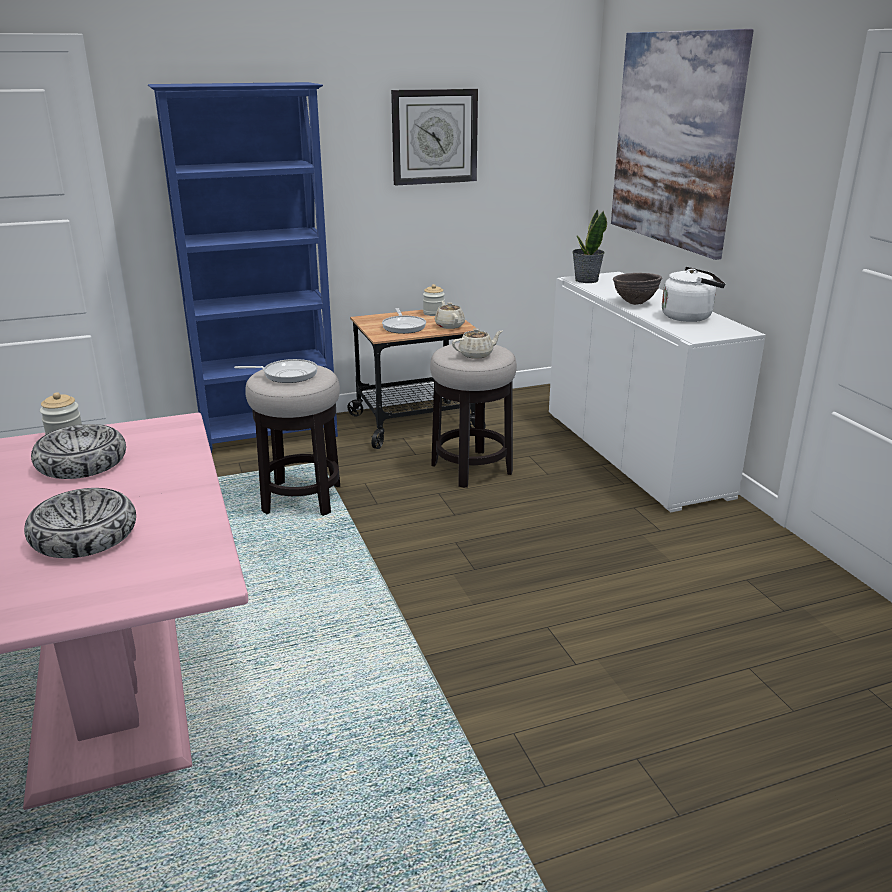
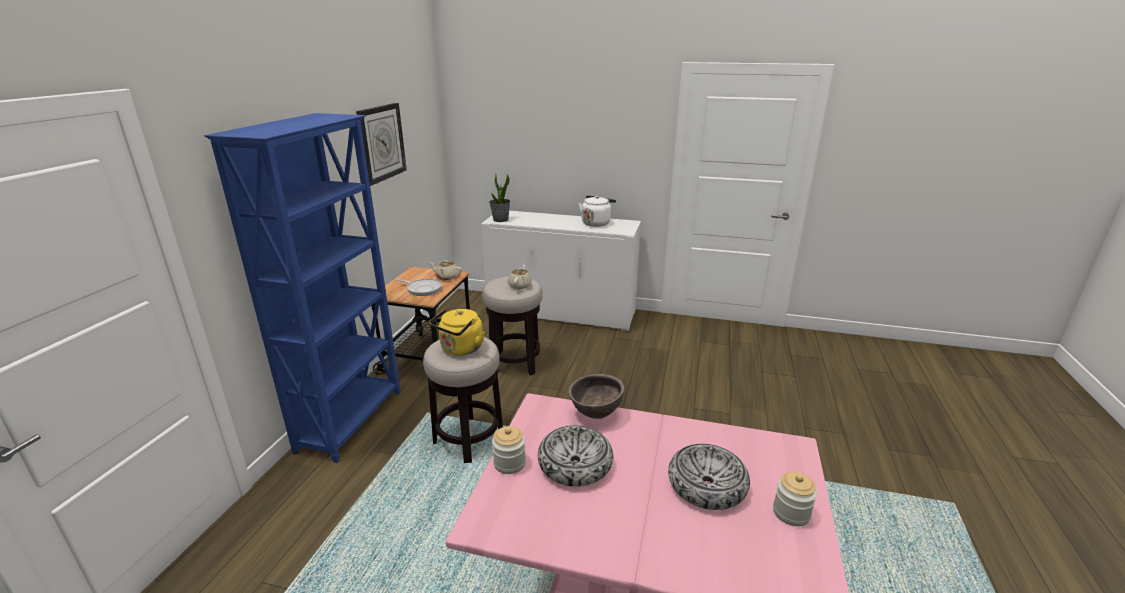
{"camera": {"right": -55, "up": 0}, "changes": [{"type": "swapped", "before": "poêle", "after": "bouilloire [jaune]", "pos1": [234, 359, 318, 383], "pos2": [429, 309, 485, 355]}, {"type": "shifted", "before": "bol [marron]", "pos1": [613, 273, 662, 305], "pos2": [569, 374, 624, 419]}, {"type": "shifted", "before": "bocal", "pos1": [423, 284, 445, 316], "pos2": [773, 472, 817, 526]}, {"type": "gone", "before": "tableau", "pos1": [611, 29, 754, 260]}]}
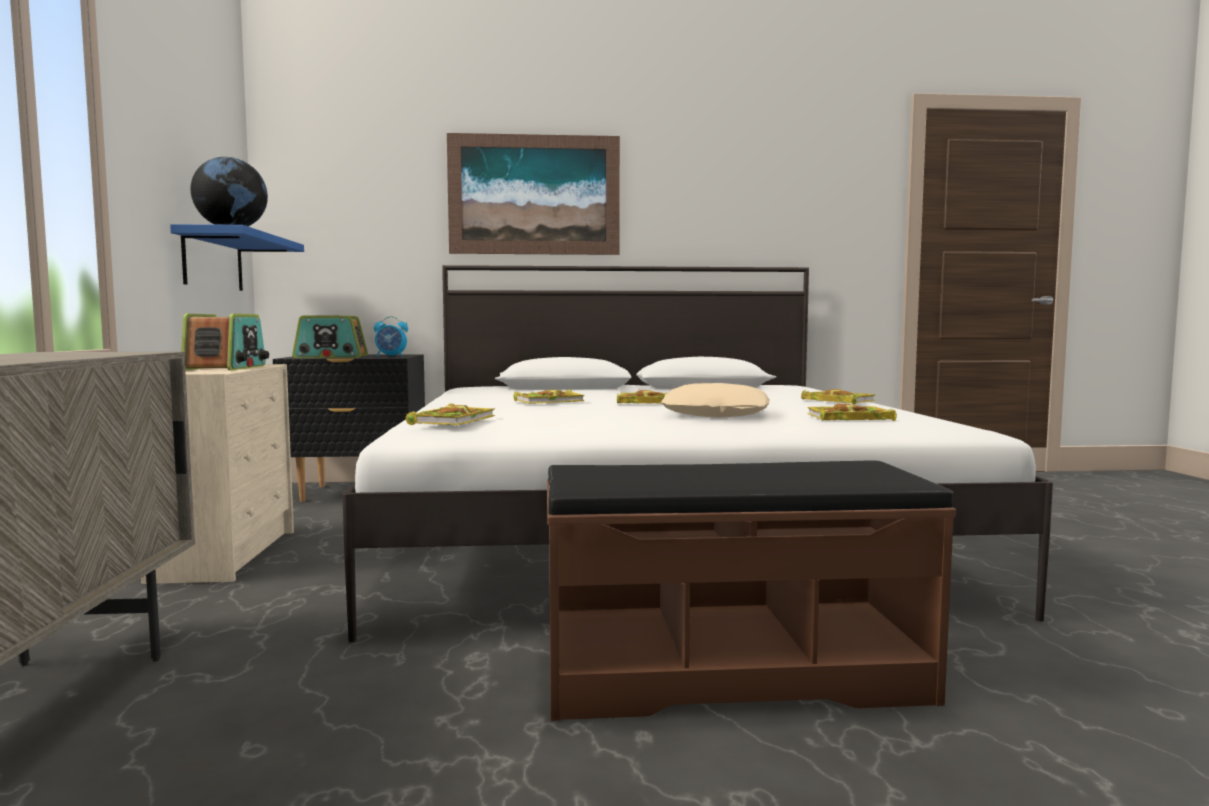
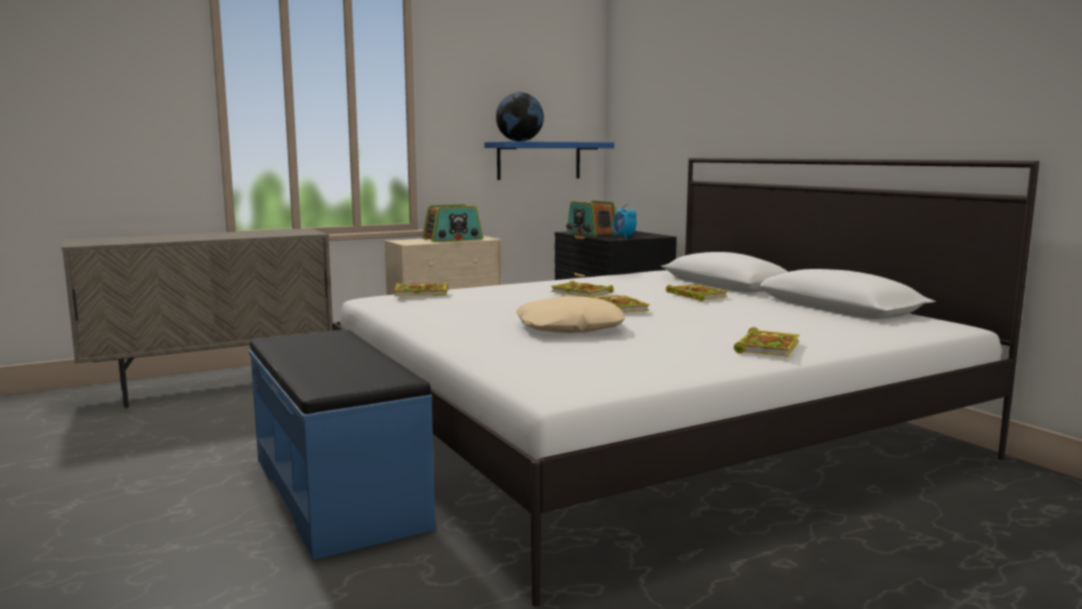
{"camera": {"right": 65, "up": 5}, "changes": [{"type": "repainted", "before": "banc [marron]", "after": "banc [bleu]", "pos1": [547, 460, 956, 721], "pos2": [249, 330, 435, 560]}, {"type": "shifted", "before": "livre", "pos1": [808, 404, 897, 421], "pos2": [666, 284, 728, 301]}, {"type": "gone", "before": "tableau", "pos1": [447, 133, 620, 255]}]}
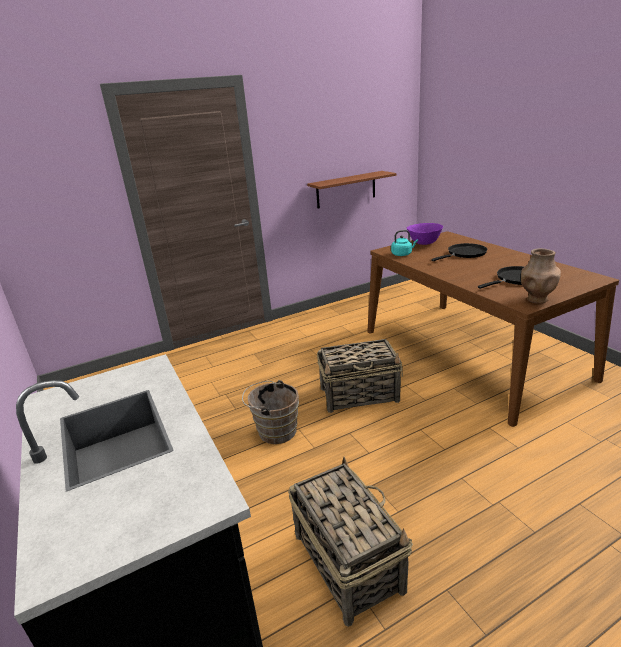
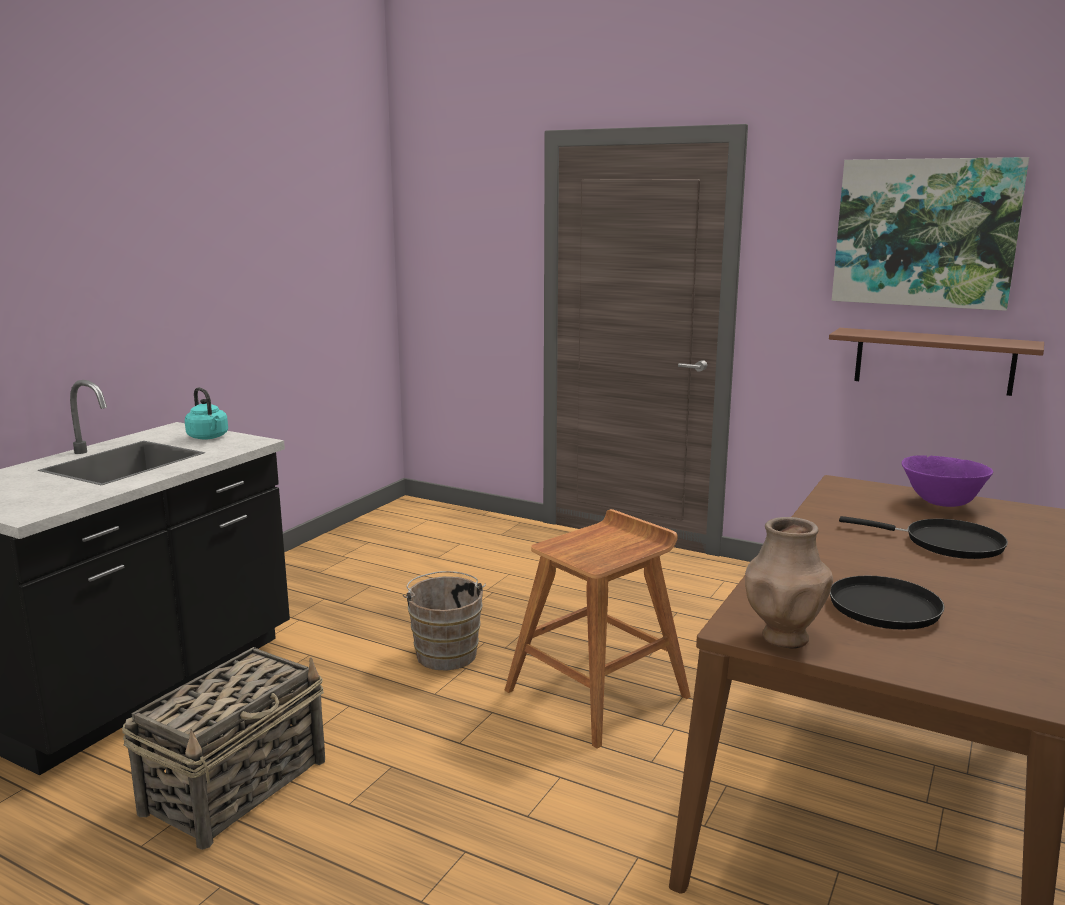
{"camera": {"right": 55, "up": -10}, "changes": [{"type": "shifted", "before": "bouilloire [turquoise]", "pos1": [391, 230, 418, 256], "pos2": [185, 387, 228, 440]}, {"type": "swapped", "before": "panier", "after": "tabouret [marron]", "pos1": [317, 339, 403, 413], "pos2": [504, 509, 691, 749]}, {"type": "new", "after": "tableau", "pos2": [832, 157, 1029, 311]}]}
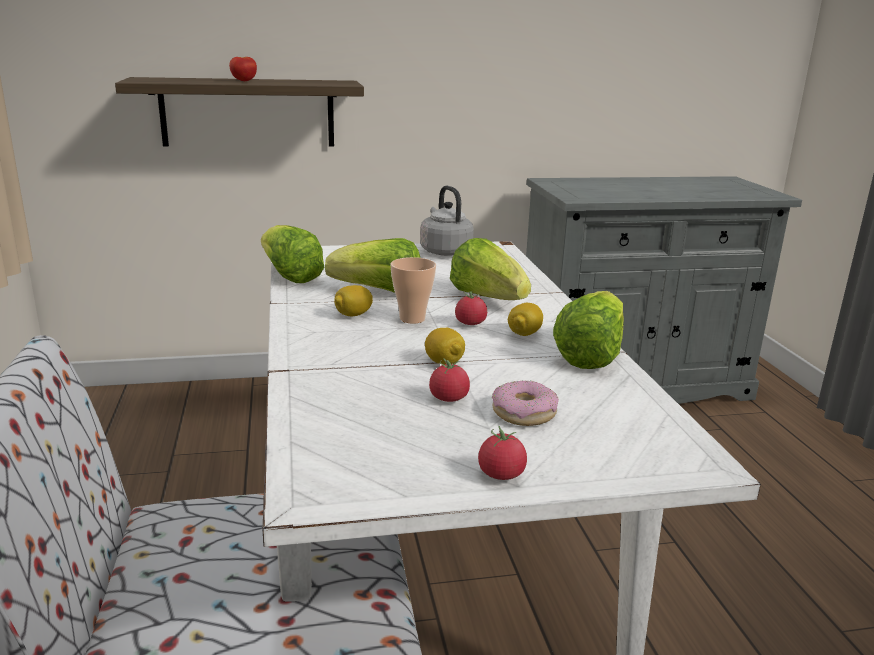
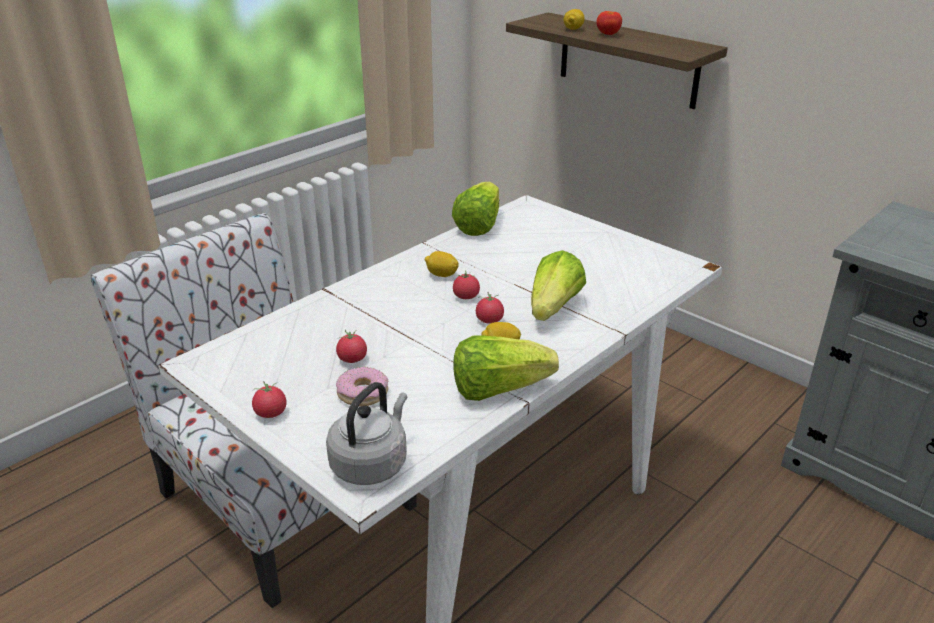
{"camera": {"right": 55, "up": 10}, "changes": [{"type": "shifted", "before": "bouilloire [gris]", "pos1": [420, 185, 474, 256], "pos2": [326, 382, 407, 485]}, {"type": "swapped", "before": "tasse", "after": "tomate", "pos1": [390, 257, 436, 324], "pos2": [453, 270, 480, 299]}, {"type": "shifted", "before": "citron", "pos1": [425, 328, 465, 365], "pos2": [564, 9, 585, 30]}, {"type": "gone", "before": "laitue", "pos1": [325, 238, 421, 293]}]}
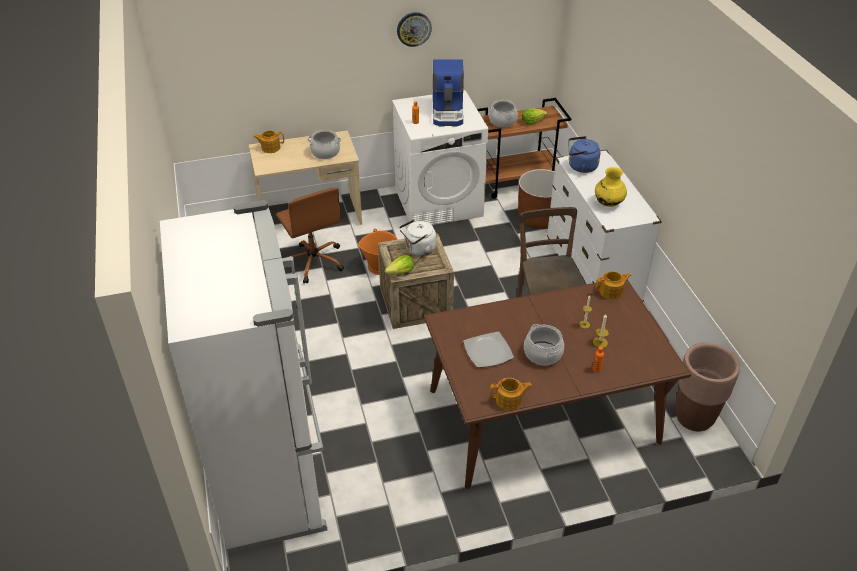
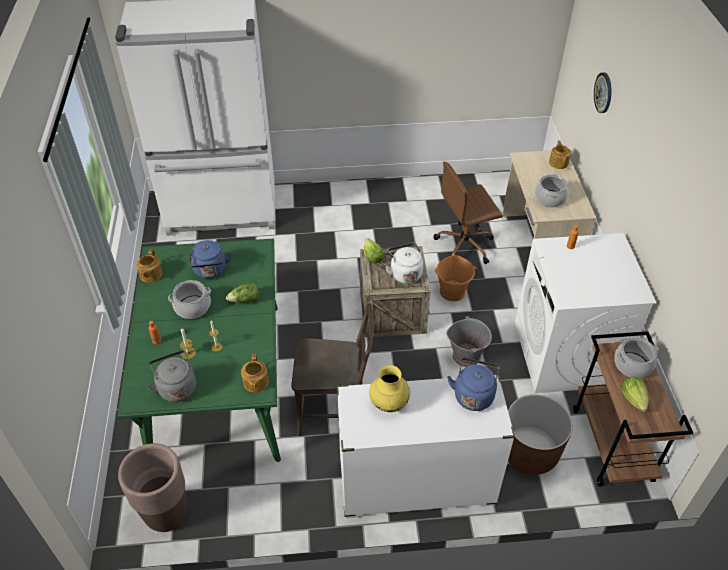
{"camera": {"right": 100, "up": 5}, "changes": [{"type": "repainted", "before": "table à manger [marron]", "after": "table à manger [vert]", "pos1": [424, 279, 691, 489], "pos2": [117, 239, 281, 462]}, {"type": "new", "after": "bouilloire [gris]", "pos2": [146, 350, 196, 402]}, {"type": "swapped", "before": "assiette", "after": "bouilloire [bleu]", "pos1": [463, 332, 514, 368], "pos2": [190, 240, 232, 279]}, {"type": "new", "after": "laitue", "pos2": [226, 282, 259, 303]}, {"type": "new", "after": "seau [gris]", "pos2": [446, 316, 492, 367]}, {"type": "shifted", "before": "horloge murale", "pos1": [397, 12, 432, 47], "pos2": [594, 72, 611, 113]}, {"type": "gone", "before": "machine à café", "pos1": [433, 59, 464, 126]}]}
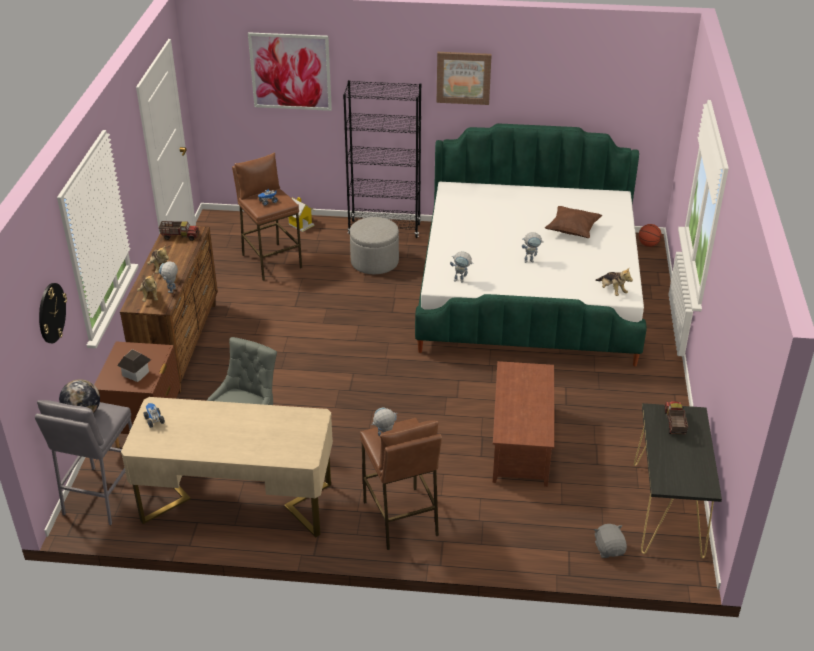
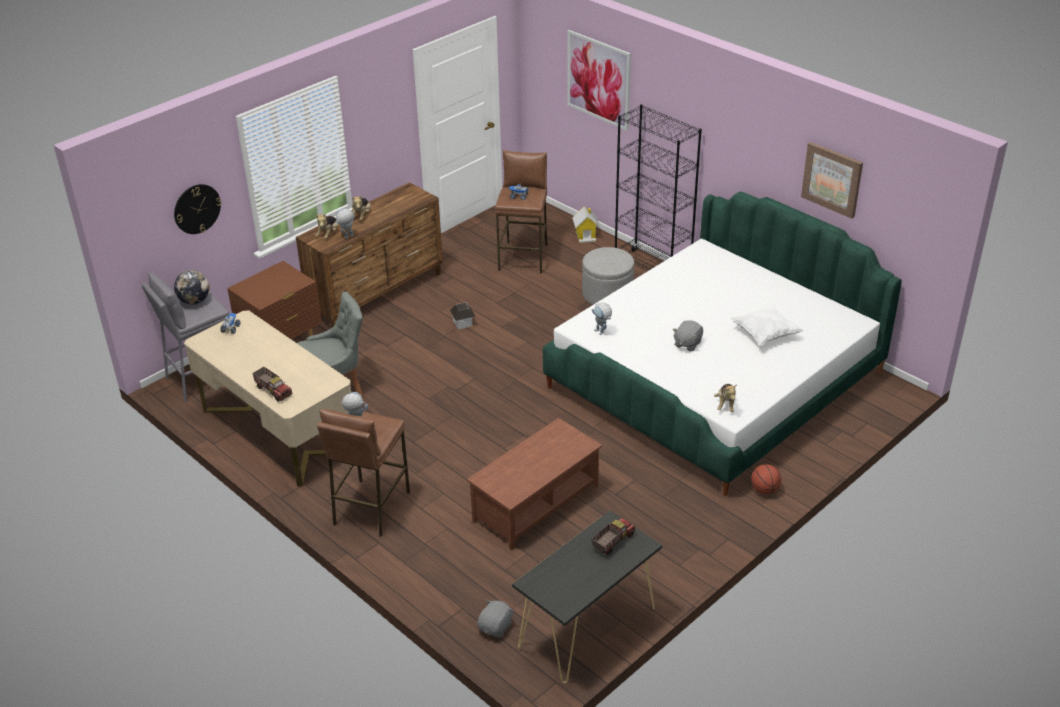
{"camera": {"right": 40, "up": 0}, "changes": [{"type": "shifted", "before": "camion jouet", "pos1": [159, 221, 199, 241], "pos2": [252, 367, 293, 402]}, {"type": "shifted", "before": "maison miniature", "pos1": [117, 349, 151, 382], "pos2": [450, 302, 475, 329]}, {"type": "swapped", "before": "robot jouet", "after": "peluche [gris]", "pos1": [522, 232, 544, 263], "pos2": [673, 320, 703, 351]}, {"type": "repainted", "before": "coussin [marron]", "after": "coussin [blanc]", "pos1": [545, 206, 602, 238], "pos2": [730, 304, 804, 346]}, {"type": "shifted", "before": "ballon de basket", "pos1": [638, 224, 662, 247], "pos2": [751, 464, 781, 494]}, {"type": "shifted", "before": "tableau", "pos1": [436, 52, 492, 105], "pos2": [801, 142, 863, 219]}]}
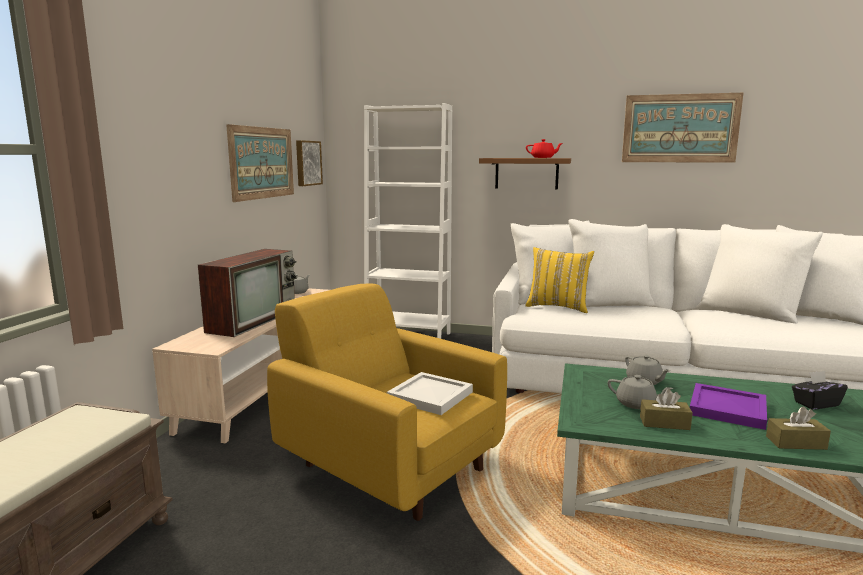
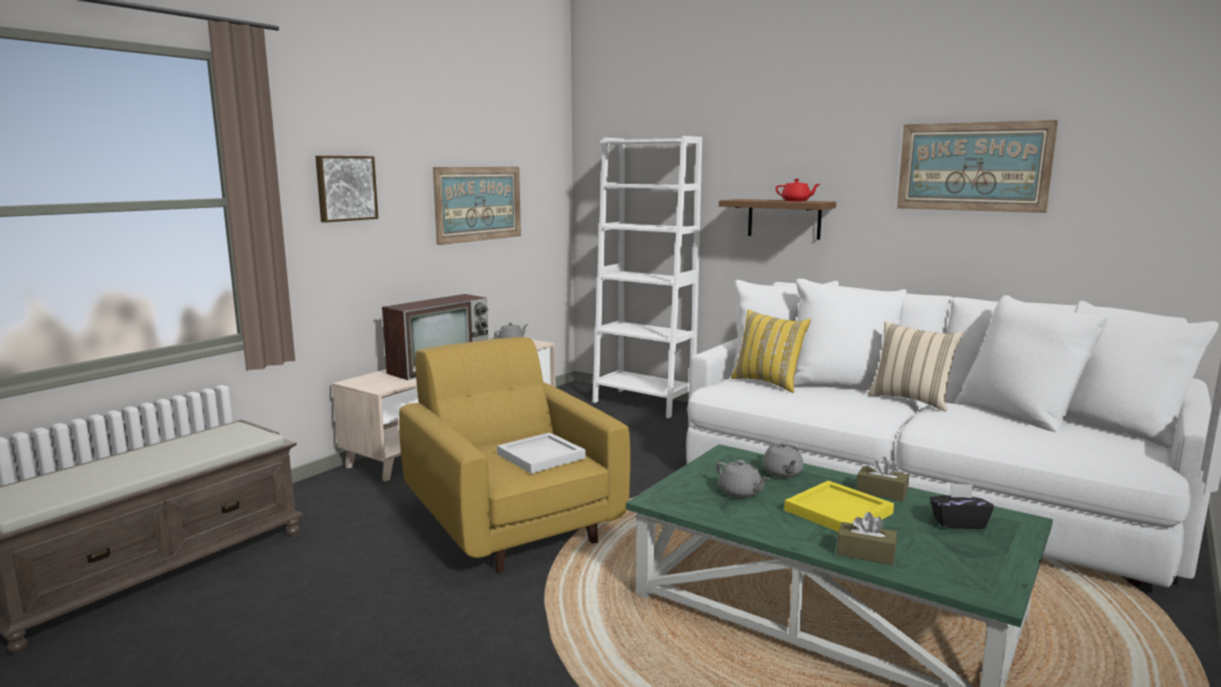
{"camera": {"right": 20, "up": 0}, "changes": [{"type": "shifted", "before": "tableau", "pos1": [296, 140, 323, 186], "pos2": [315, 156, 378, 222]}, {"type": "repainted", "before": "plateau [violet]", "after": "plateau [jaune]", "pos1": [690, 383, 767, 430], "pos2": [784, 481, 894, 532]}, {"type": "shifted", "before": "boîte à mouchoirs [marron]", "pos1": [640, 389, 693, 430], "pos2": [856, 457, 909, 501]}, {"type": "new", "after": "coussin [beige]", "pos2": [868, 321, 963, 412]}]}
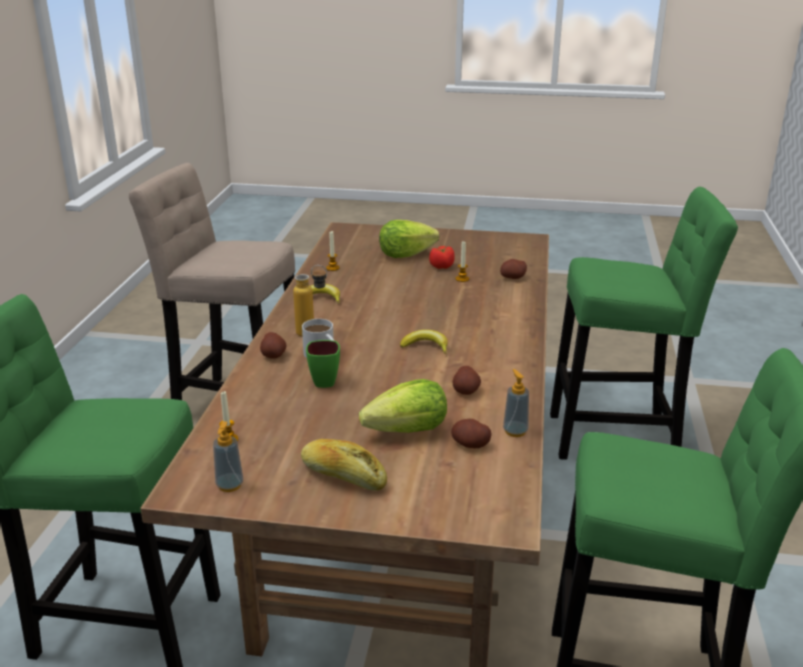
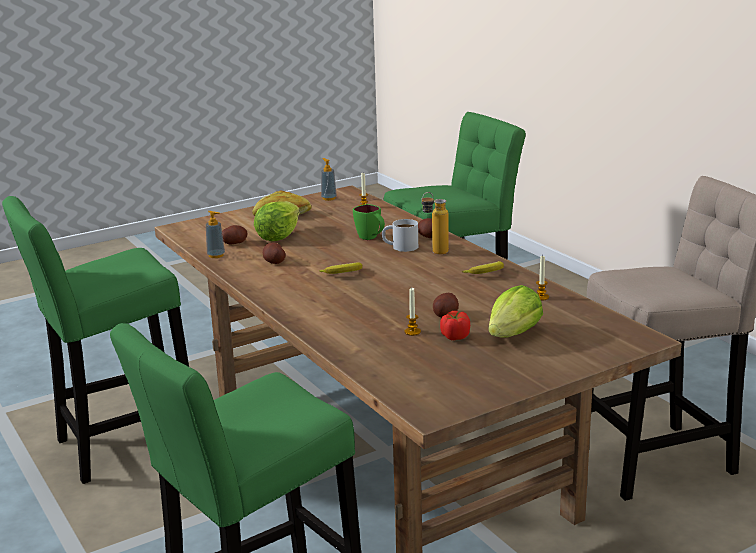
{"camera": {"right": 140, "up": -5}, "changes": [{"type": "shifted", "before": "pomme de terre", "pos1": [500, 259, 527, 279], "pos2": [433, 293, 459, 317]}]}
